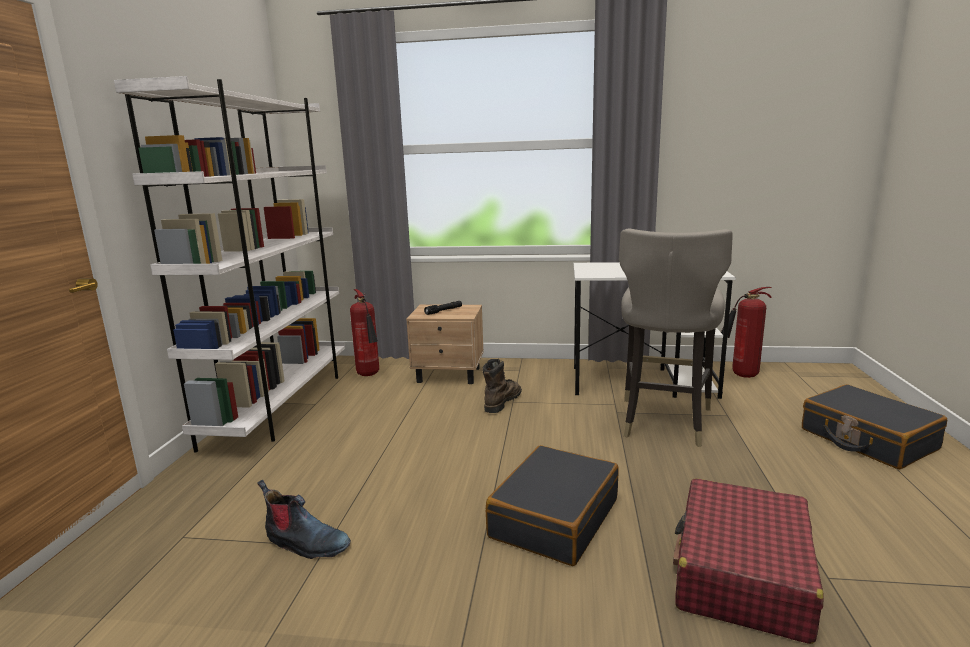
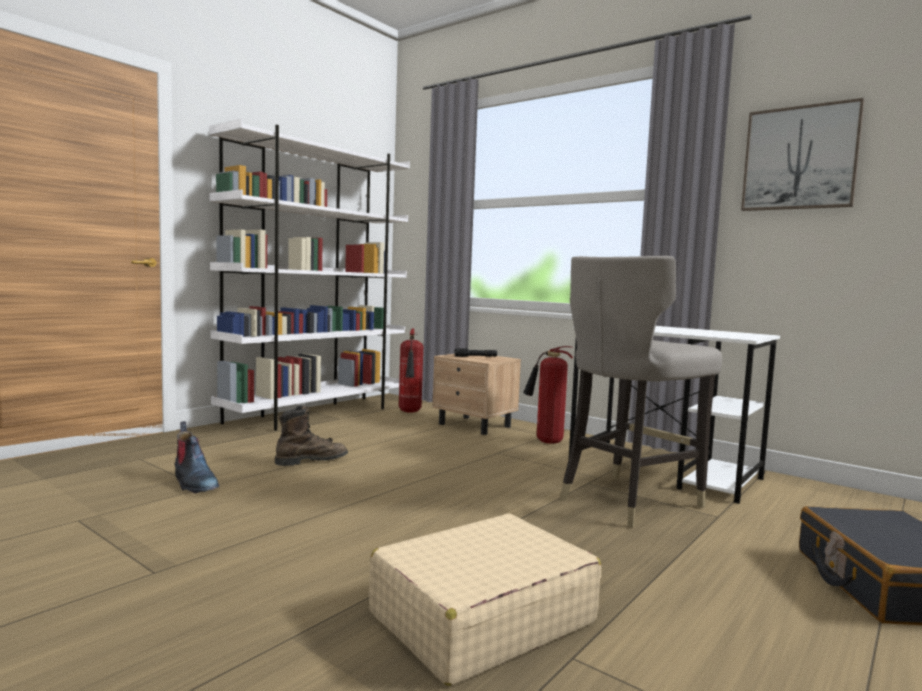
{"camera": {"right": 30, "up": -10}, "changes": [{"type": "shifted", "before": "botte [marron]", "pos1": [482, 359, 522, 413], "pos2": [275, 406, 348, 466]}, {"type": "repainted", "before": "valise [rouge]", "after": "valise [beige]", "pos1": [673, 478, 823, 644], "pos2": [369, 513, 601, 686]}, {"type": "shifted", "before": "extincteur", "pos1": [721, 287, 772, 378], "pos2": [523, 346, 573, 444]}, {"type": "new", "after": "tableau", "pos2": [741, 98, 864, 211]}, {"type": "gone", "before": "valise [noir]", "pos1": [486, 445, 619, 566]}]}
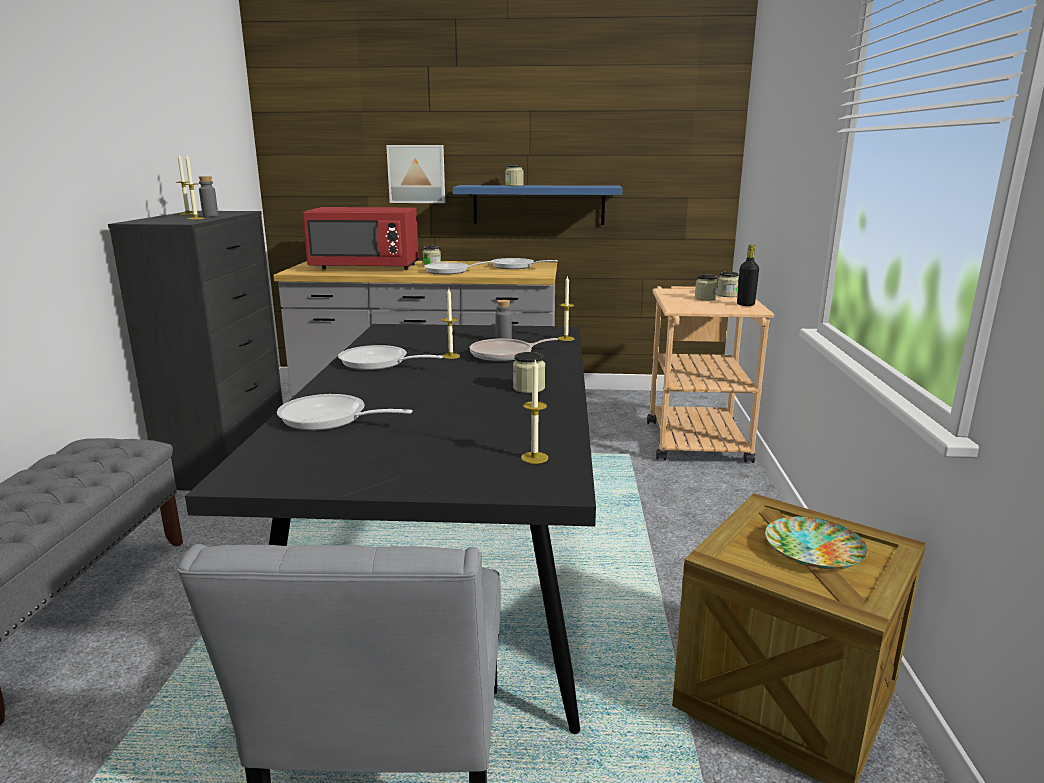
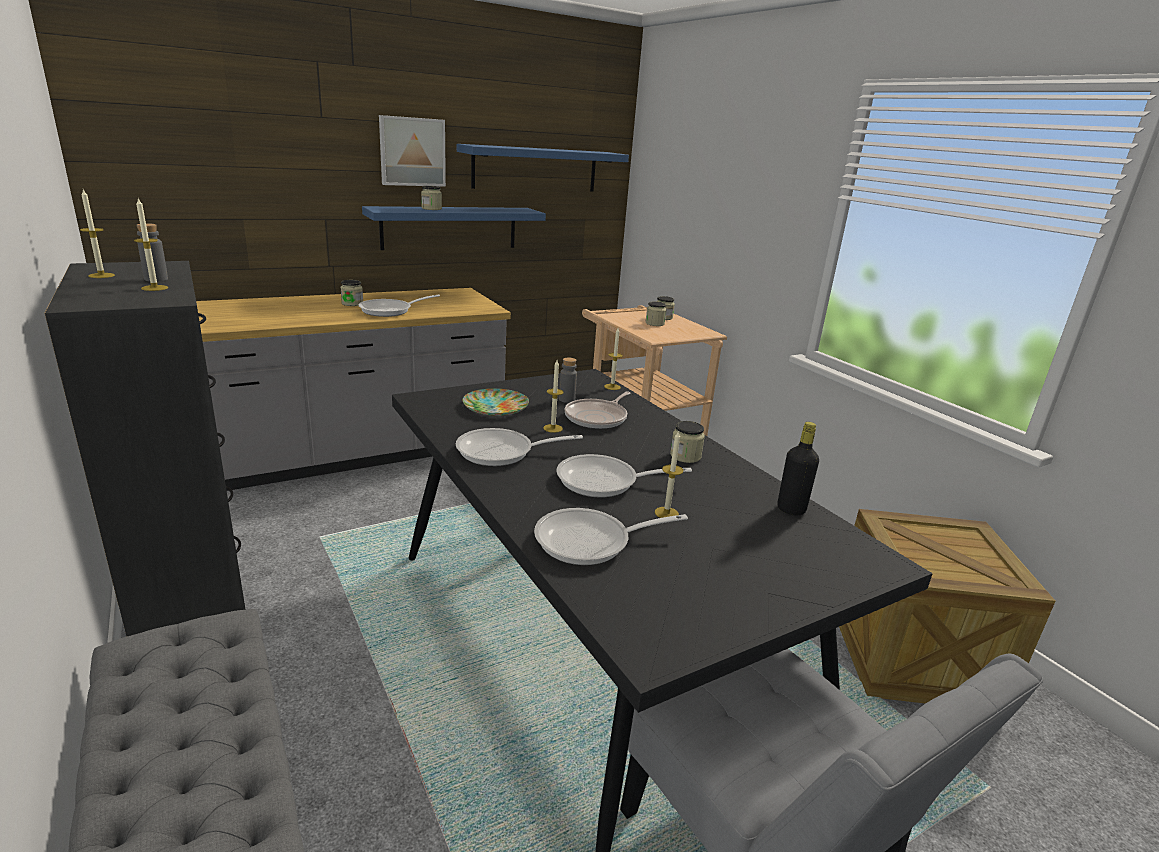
{"camera": {"right": -35, "up": 5}, "changes": [{"type": "shifted", "before": "tableau", "pos1": [386, 145, 445, 203], "pos2": [379, 115, 446, 187]}, {"type": "new", "after": "étagère [bleu]", "pos2": [457, 144, 629, 191]}, {"type": "shifted", "before": "assiette", "pos1": [765, 517, 868, 569], "pos2": [463, 388, 529, 416]}, {"type": "shifted", "before": "poêle", "pos1": [491, 258, 558, 269], "pos2": [556, 454, 692, 497]}, {"type": "shifted", "before": "bougie", "pos1": [521, 360, 548, 464], "pos2": [655, 430, 683, 518]}, {"type": "shifted", "before": "bouteille [noir]", "pos1": [737, 245, 759, 306], "pos2": [777, 422, 819, 515]}, {"type": "gone", "before": "micro-ondes [rouge]", "pos1": [302, 207, 419, 270]}]}
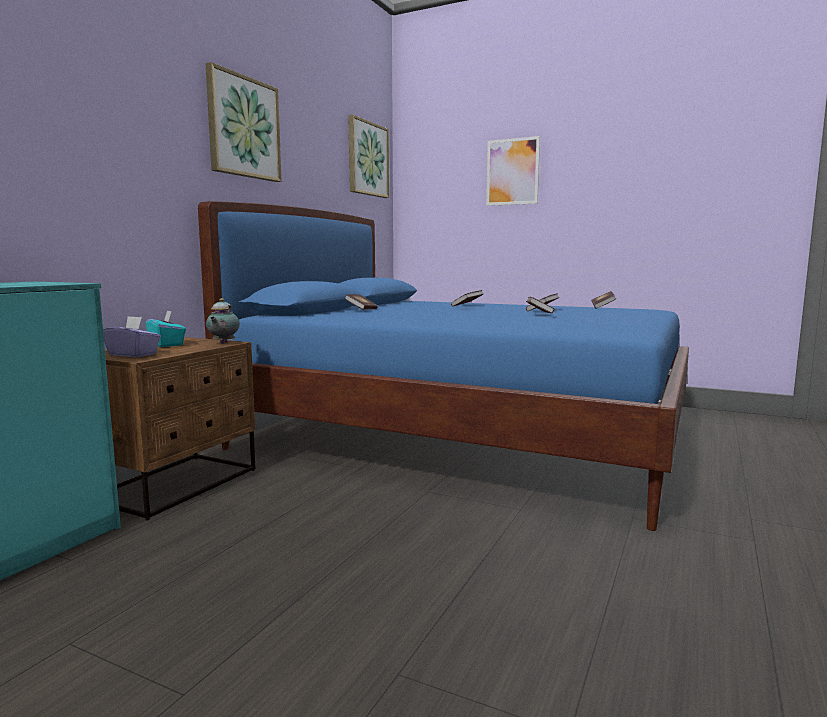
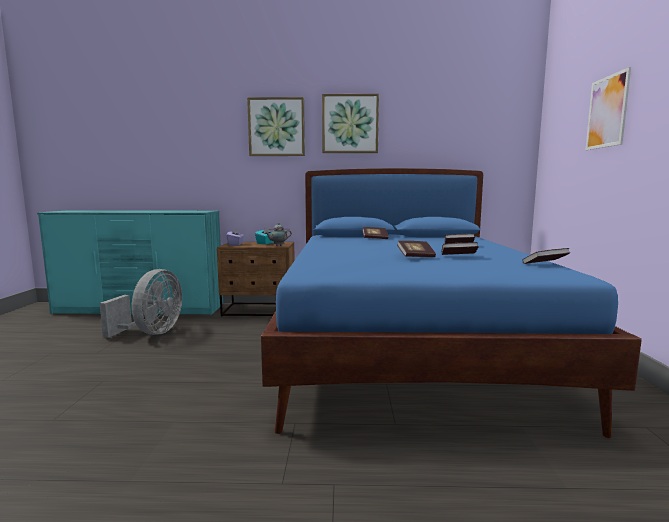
{"camera": {"right": 65, "up": 0}, "changes": [{"type": "new", "after": "ventilateur [gris]", "pos2": [100, 269, 182, 338]}, {"type": "shifted", "before": "tableau", "pos1": [348, 115, 389, 198], "pos2": [247, 97, 305, 156]}]}
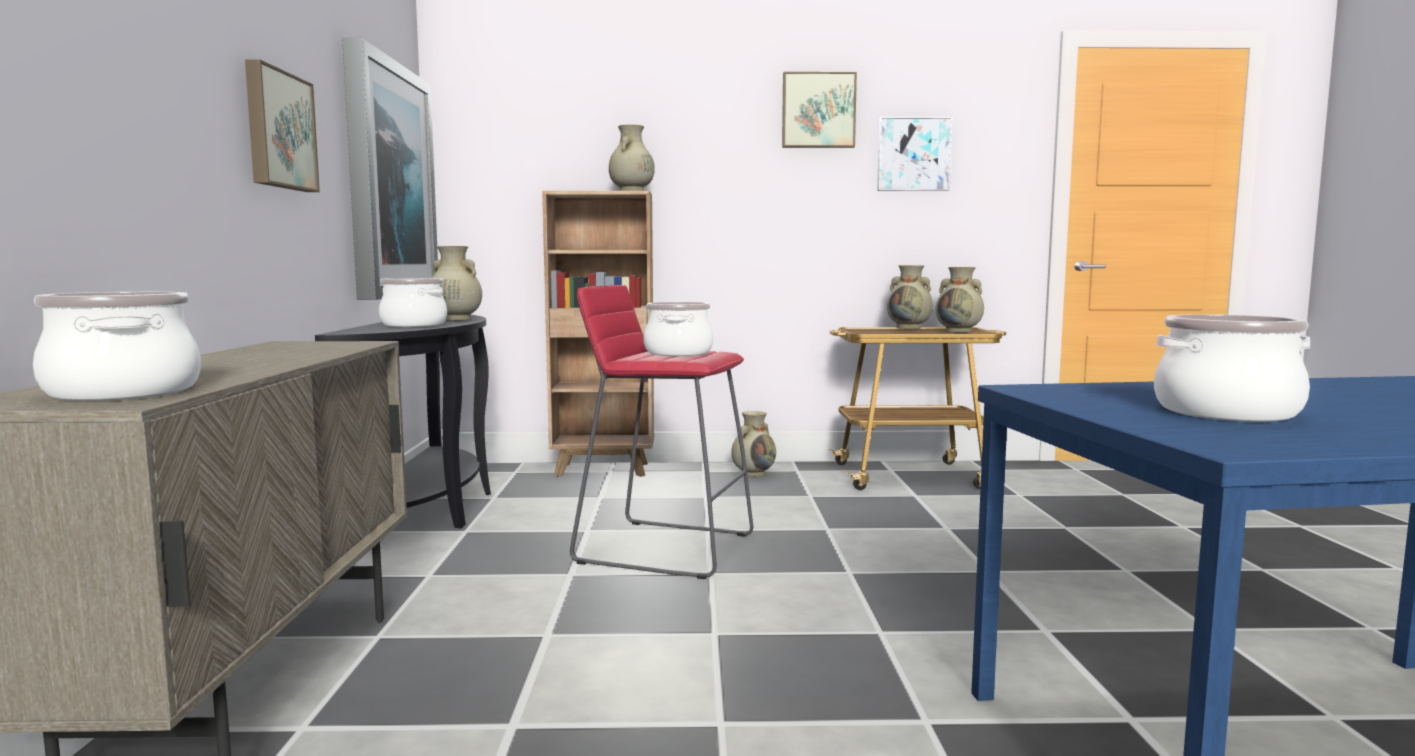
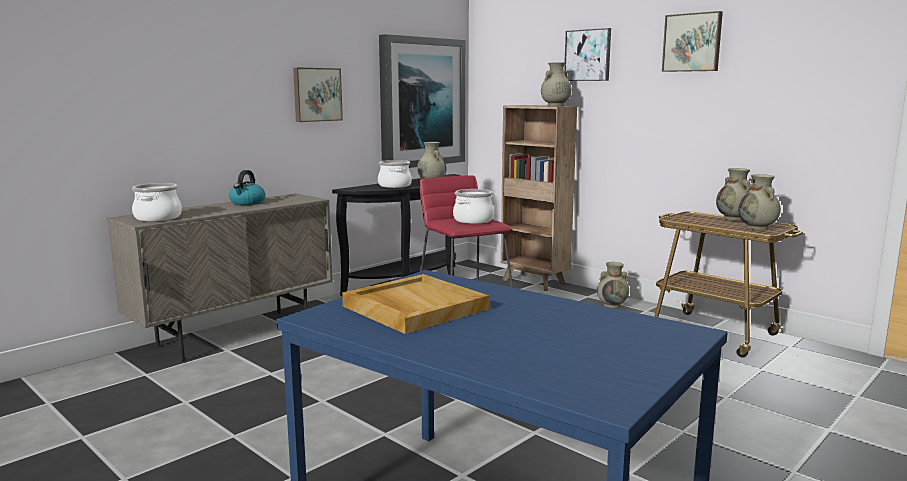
{"camera": {"right": 45, "up": 5}, "changes": [{"type": "new", "after": "bouilloire", "pos2": [229, 170, 265, 205]}, {"type": "swapped", "before": "marmite", "after": "plateau [beige]", "pos1": [1154, 314, 1310, 422], "pos2": [342, 274, 489, 334]}, {"type": "shifted", "before": "tableau", "pos1": [877, 117, 953, 191], "pos2": [564, 28, 611, 81]}]}
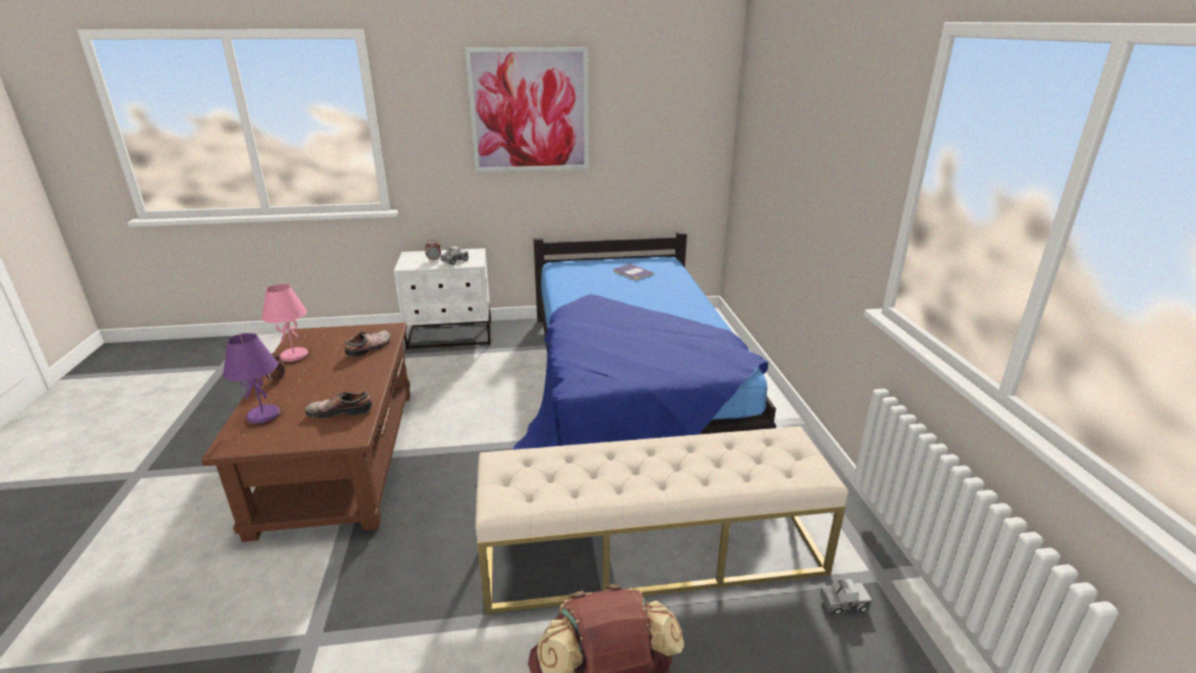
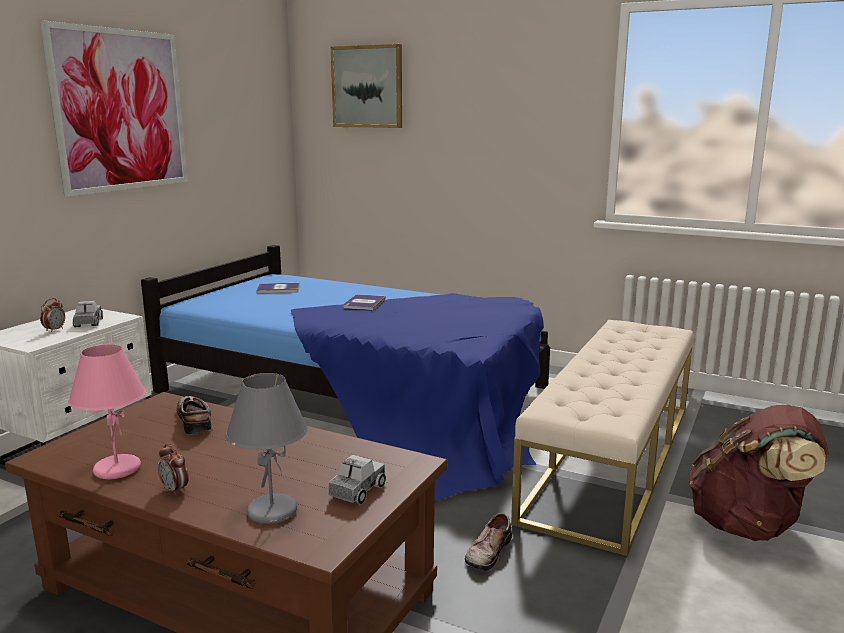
{"camera": {"right": -55, "up": -10}, "changes": [{"type": "repainted", "before": "lampe de table [violet]", "after": "lampe de table [gris]", "pos1": [223, 333, 280, 424], "pos2": [225, 373, 308, 524]}, {"type": "shifted", "before": "camion jouet", "pos1": [820, 579, 872, 616], "pos2": [328, 455, 386, 505]}, {"type": "new", "after": "tableau", "pos2": [331, 44, 402, 128]}, {"type": "new", "after": "livre", "pos2": [343, 294, 386, 310]}, {"type": "shifted", "before": "chaussure", "pos1": [305, 391, 372, 418], "pos2": [465, 513, 512, 571]}]}
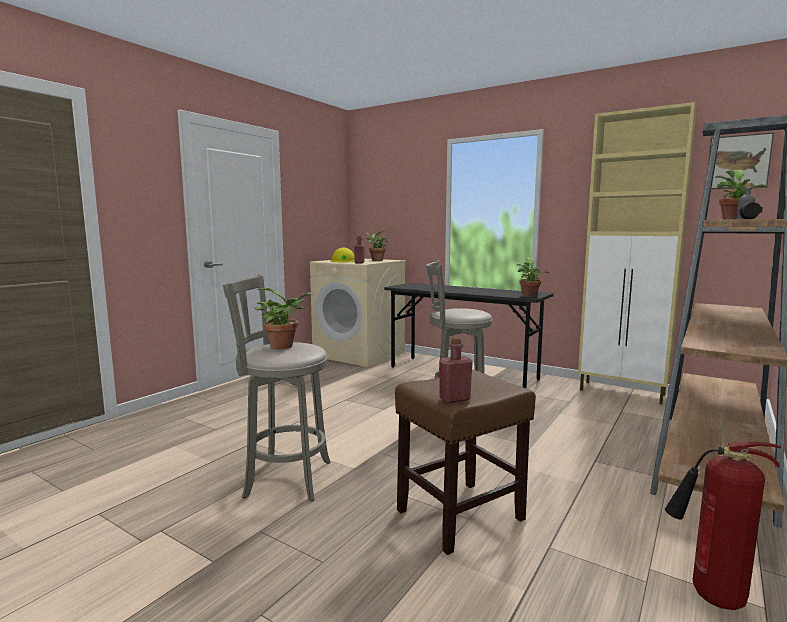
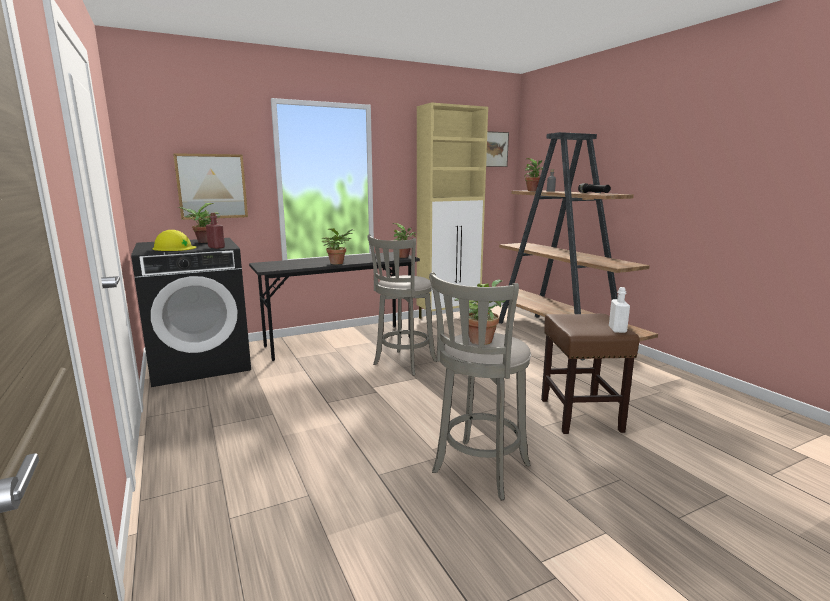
{"camera": {"right": -60, "up": 5}, "changes": [{"type": "repainted", "before": "lave-linge [beige]", "after": "lave-linge [noir]", "pos1": [310, 259, 406, 367], "pos2": [131, 238, 251, 387]}, {"type": "new", "after": "tableau", "pos2": [173, 153, 248, 220]}, {"type": "new", "after": "plante en pot", "pos2": [322, 228, 354, 264]}, {"type": "repainted", "before": "bouteille [rouge]", "after": "bouteille [blanc]", "pos1": [439, 337, 473, 403], "pos2": [609, 287, 630, 333]}, {"type": "gone", "before": "extincteur", "pos1": [665, 442, 781, 610]}]}
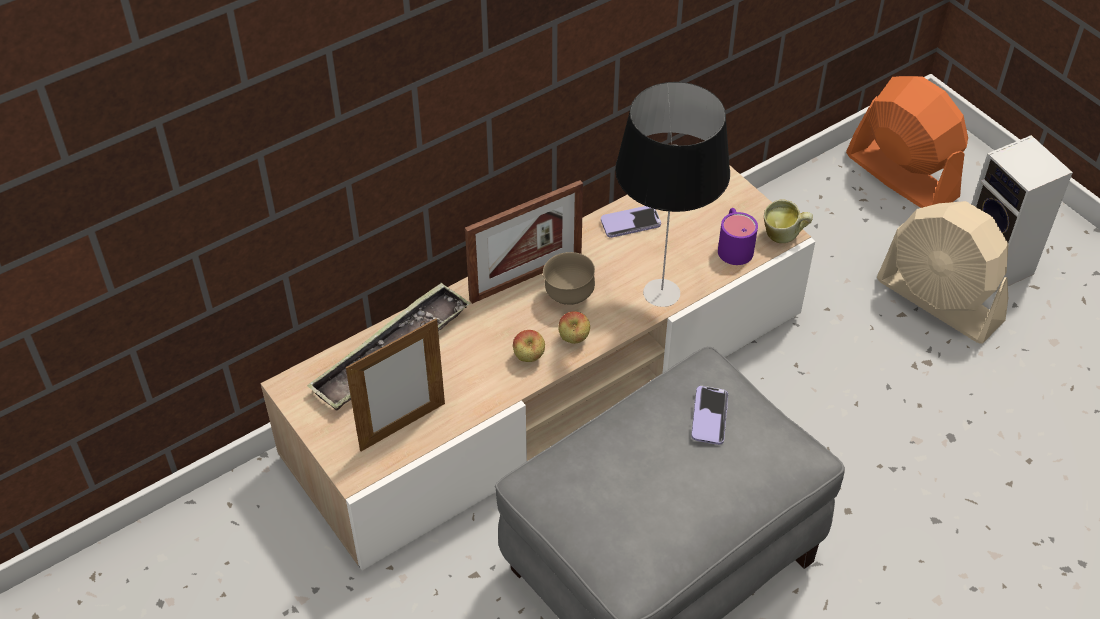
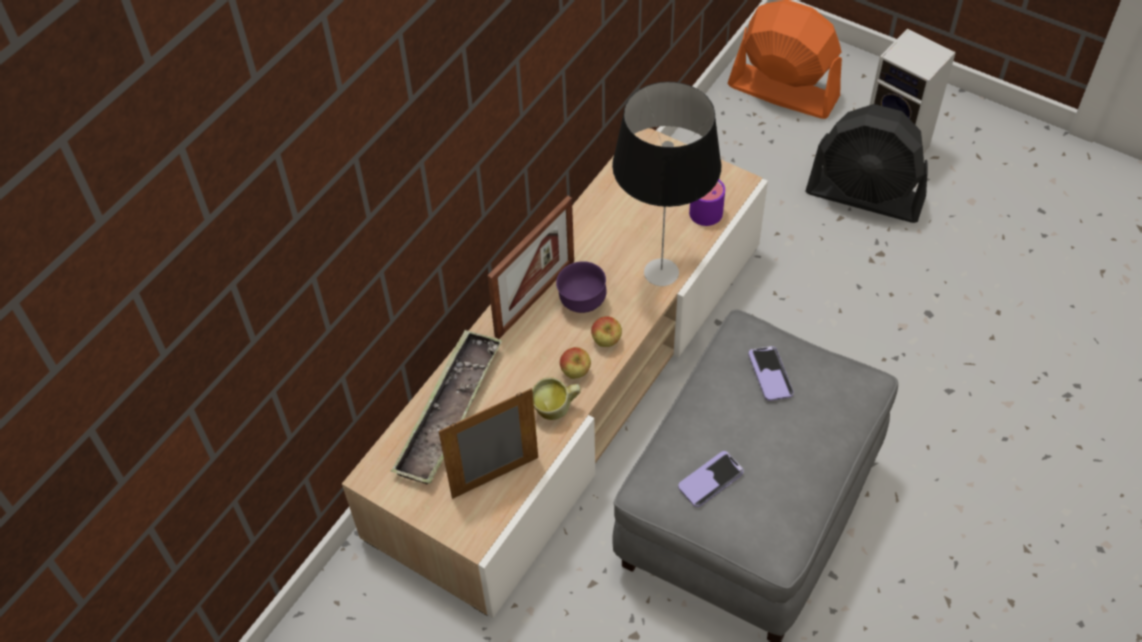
{"camera": {"right": -20, "up": 5}, "changes": [{"type": "rotated", "before": "cadre photo", "pos1": [346, 318, 445, 451], "pos2": [438, 388, 538, 499], "turn": -150}, {"type": "shifted", "before": "mug", "pos1": [764, 199, 813, 243], "pos2": [532, 377, 581, 420]}, {"type": "repainted", "before": "bol [marron]", "after": "bol [violet]", "pos1": [543, 252, 595, 305], "pos2": [556, 261, 607, 313]}, {"type": "shifted", "before": "téléphone", "pos1": [601, 206, 661, 238], "pos2": [678, 451, 744, 507]}, {"type": "repainted", "before": "ventilateur [beige]", "after": "ventilateur [noir]", "pos1": [877, 201, 1009, 344], "pos2": [806, 104, 928, 223]}]}
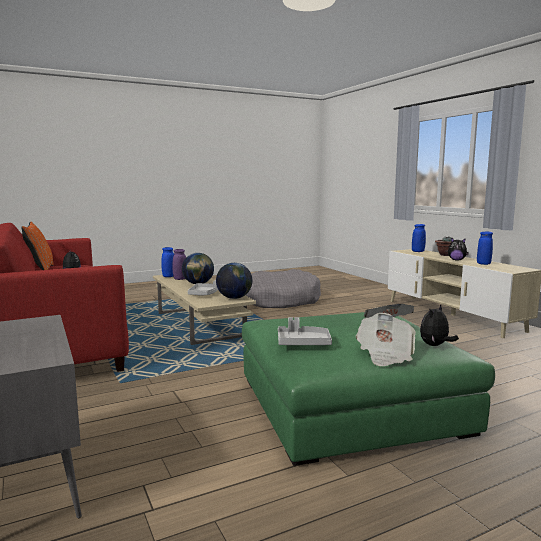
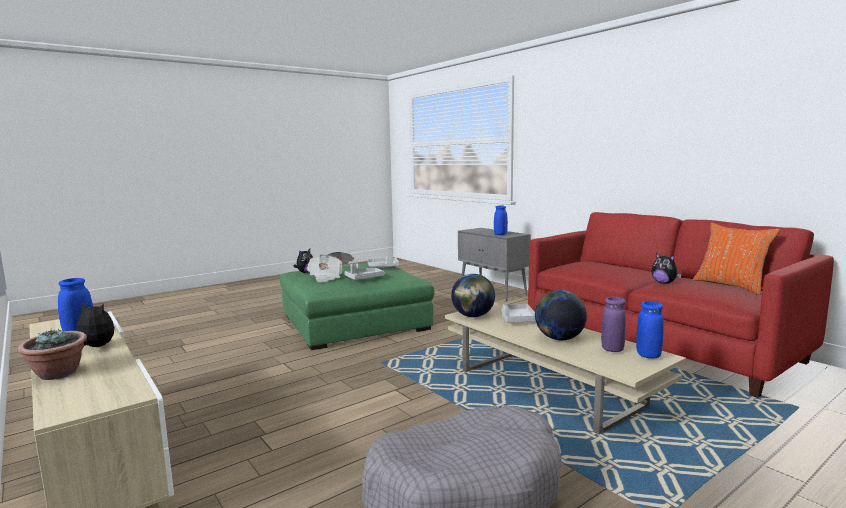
{"camera": {"right": 170, "up": 0}, "changes": [{"type": "new", "after": "plateau [gris]", "pos2": [344, 263, 385, 280]}, {"type": "shifted", "before": "vase [bleu]", "pos1": [412, 224, 426, 252], "pos2": [494, 205, 508, 235]}]}
